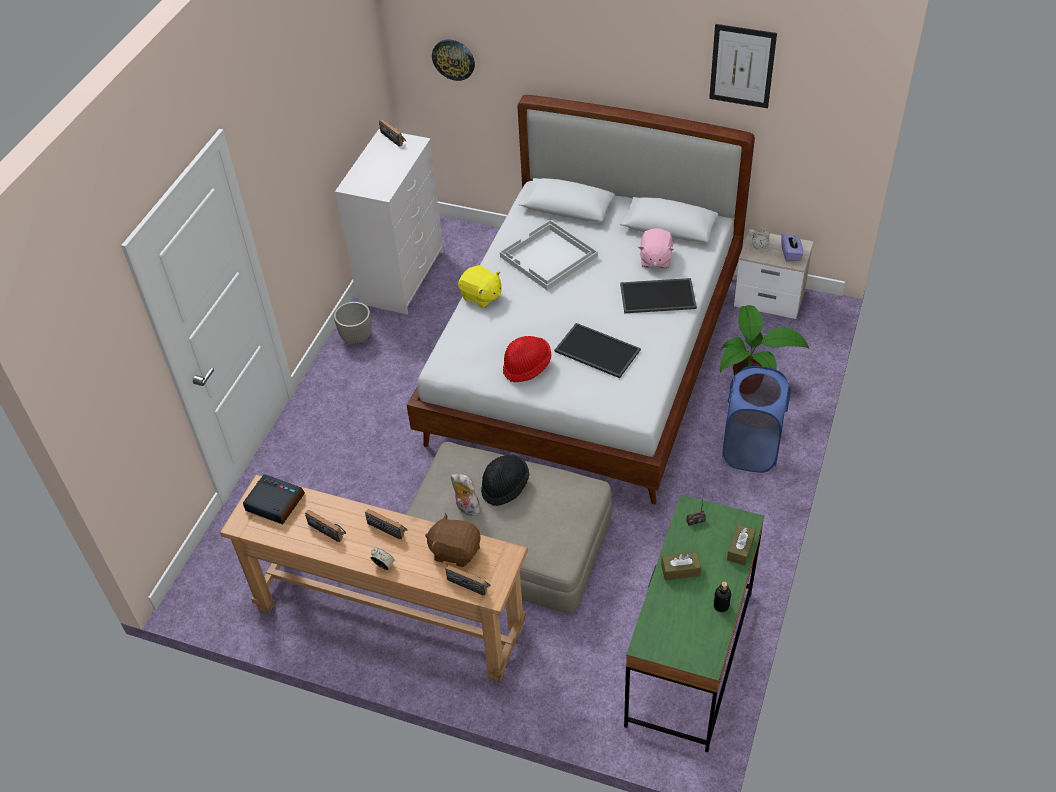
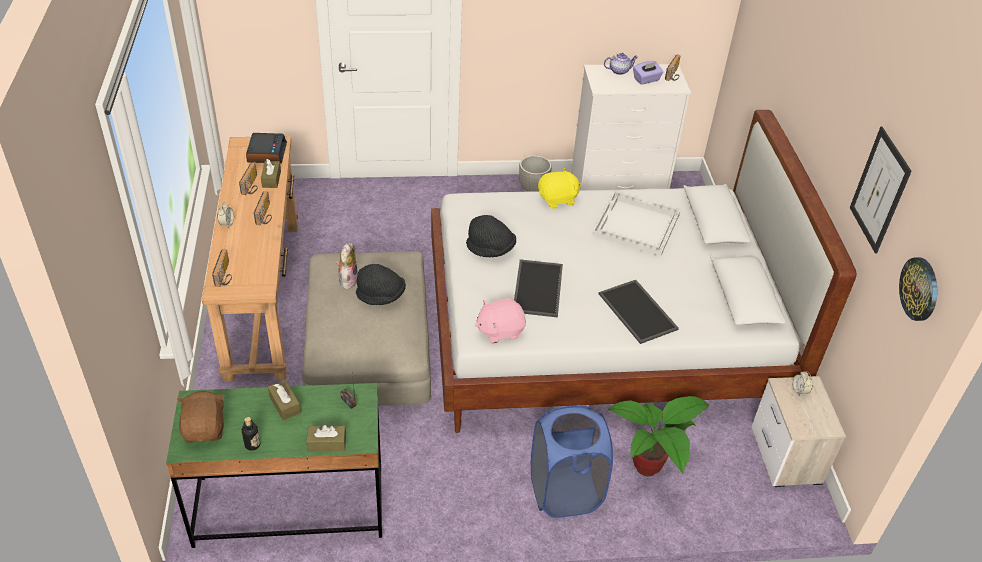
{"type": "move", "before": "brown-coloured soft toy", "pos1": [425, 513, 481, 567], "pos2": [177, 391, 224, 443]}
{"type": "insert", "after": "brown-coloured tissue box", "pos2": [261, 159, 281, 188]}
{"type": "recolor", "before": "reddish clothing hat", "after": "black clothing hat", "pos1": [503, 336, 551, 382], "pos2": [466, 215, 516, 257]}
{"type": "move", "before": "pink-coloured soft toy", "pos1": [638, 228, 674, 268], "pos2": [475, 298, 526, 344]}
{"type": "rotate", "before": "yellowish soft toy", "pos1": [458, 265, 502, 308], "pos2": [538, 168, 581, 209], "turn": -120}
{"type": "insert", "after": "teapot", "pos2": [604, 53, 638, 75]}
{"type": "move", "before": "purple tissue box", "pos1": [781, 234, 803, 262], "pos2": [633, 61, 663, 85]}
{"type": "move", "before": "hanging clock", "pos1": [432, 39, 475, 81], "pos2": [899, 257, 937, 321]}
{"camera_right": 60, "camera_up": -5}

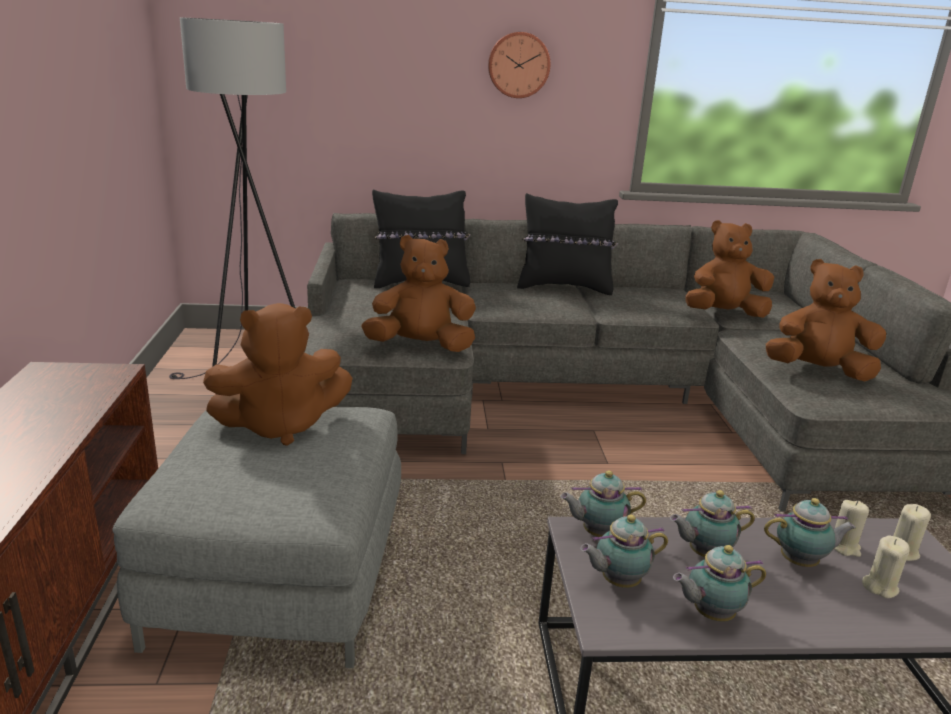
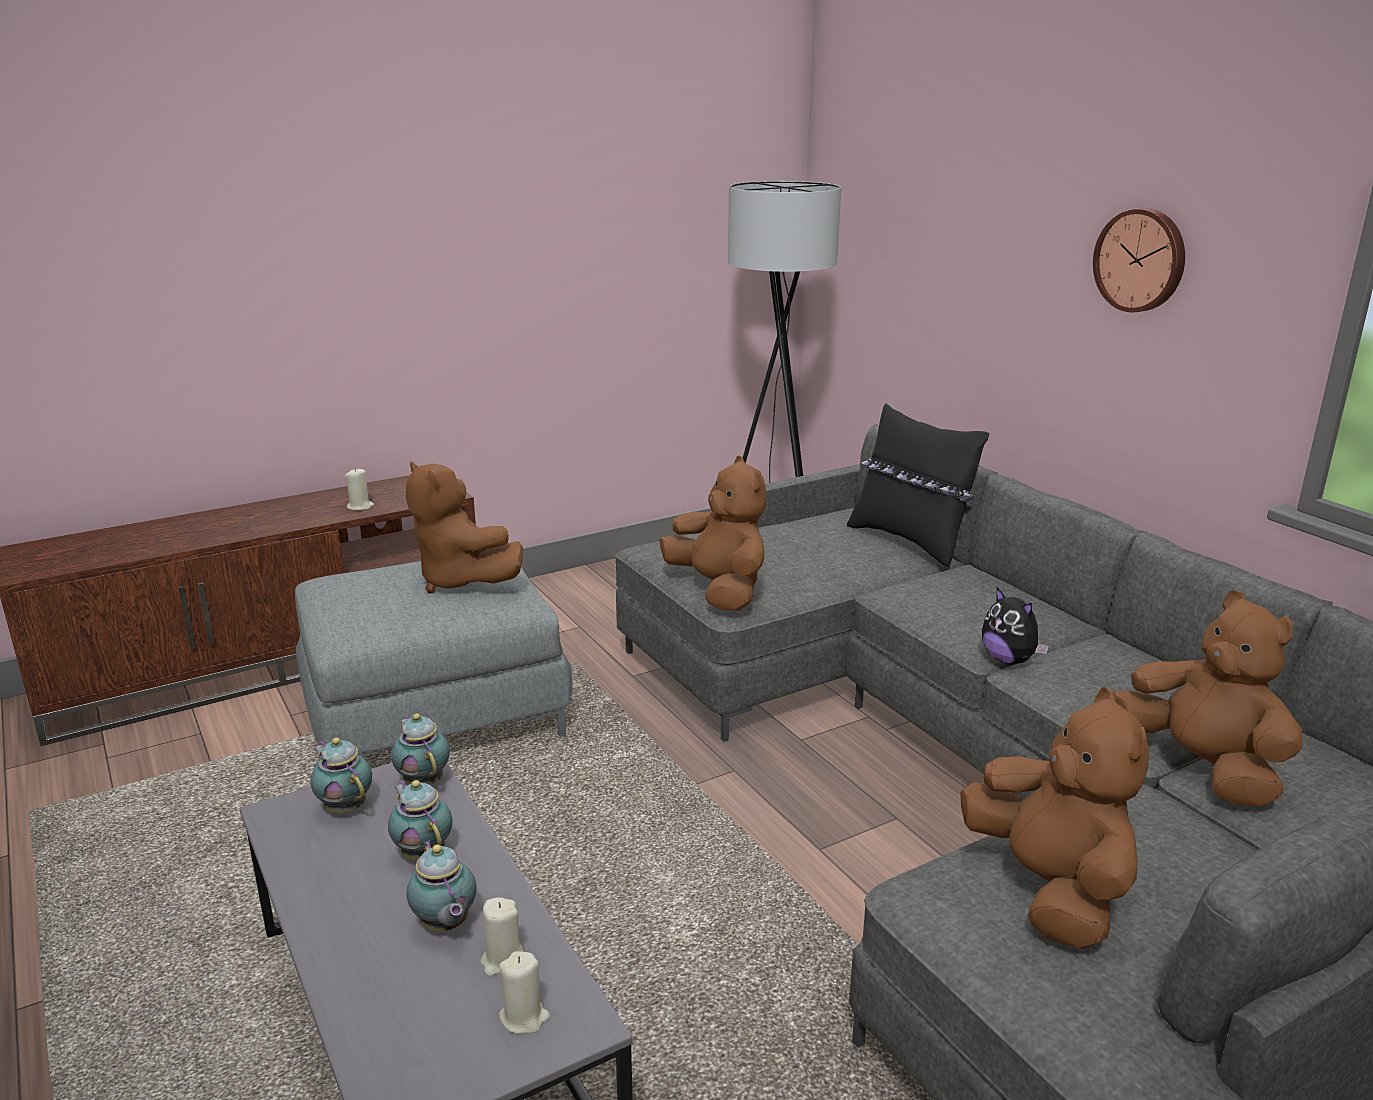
{"type": "move", "before": "beige wax candle", "pos1": [862, 536, 910, 598], "pos2": [345, 468, 374, 510]}
{"type": "insert", "after": "soft toy", "pos2": [982, 588, 1049, 665]}
{"type": "delete", "before": "black cushion", "pos1": [517, 193, 618, 295]}
{"type": "delete", "before": "teapot", "pos1": [673, 545, 766, 622]}
{"camera_right": 65, "camera_up": 0}

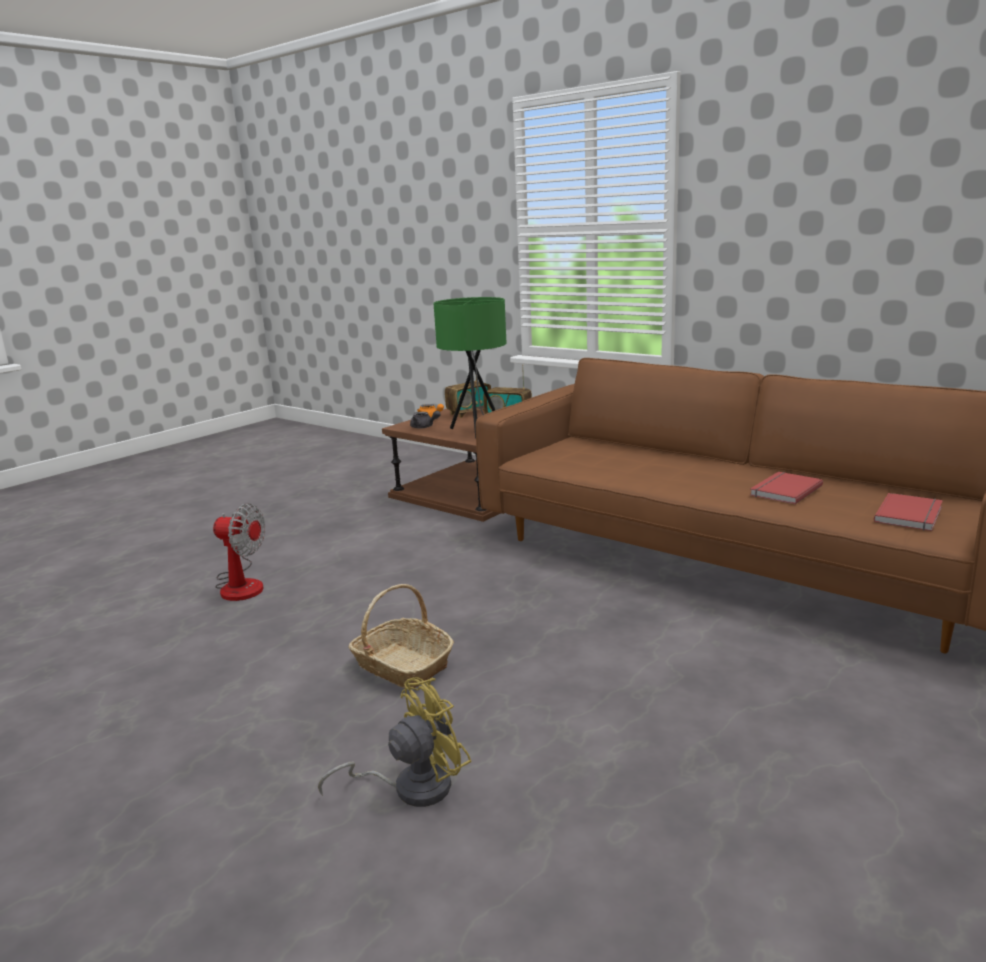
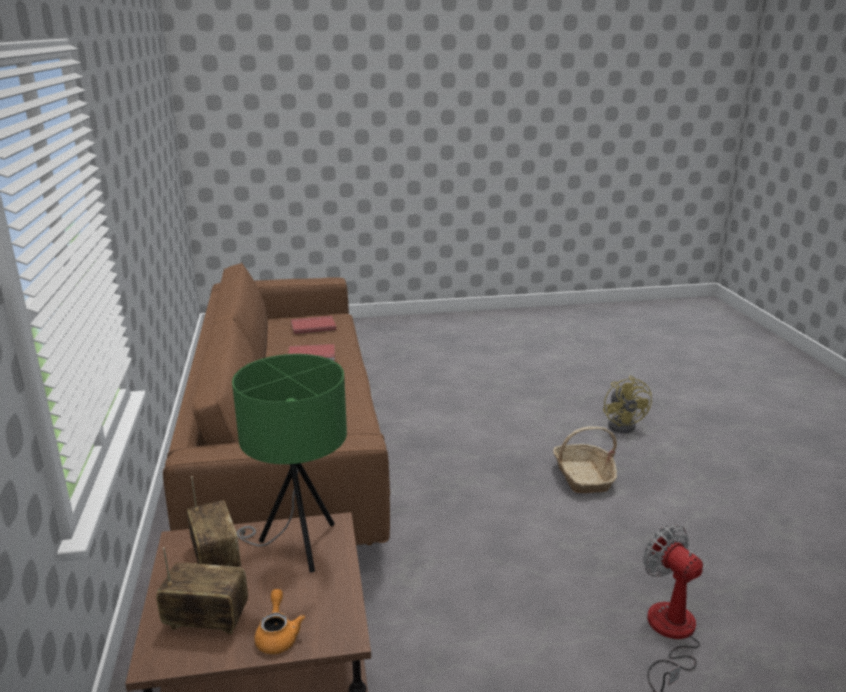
{"type": "rotate", "before": "yellowish fan", "pos1": [318, 677, 471, 807], "pos2": [603, 376, 652, 433], "turn": -105}
{"type": "delete", "before": "grey teapot", "pos1": [410, 411, 441, 429]}
{"camera_right": -140, "camera_up": 5}

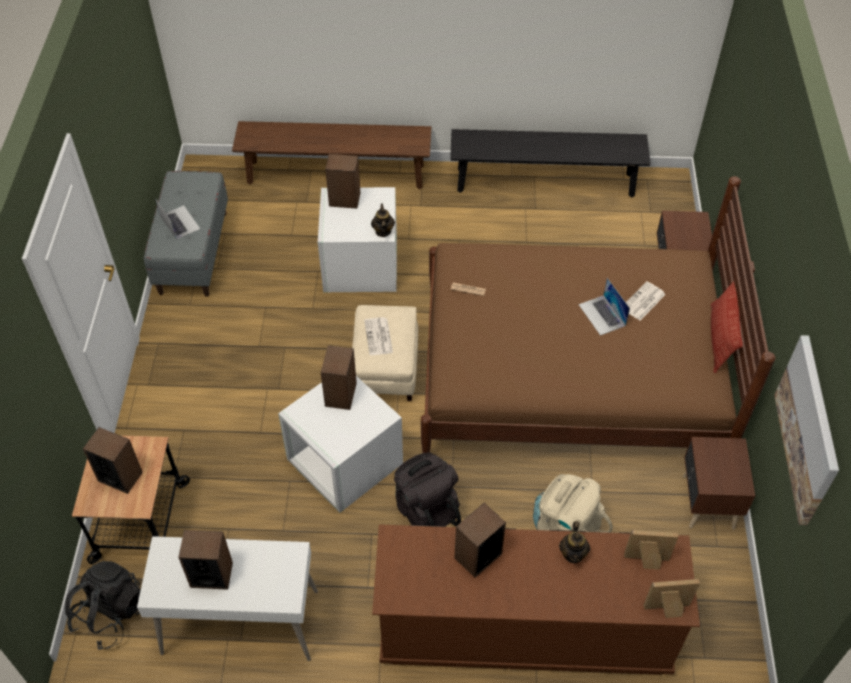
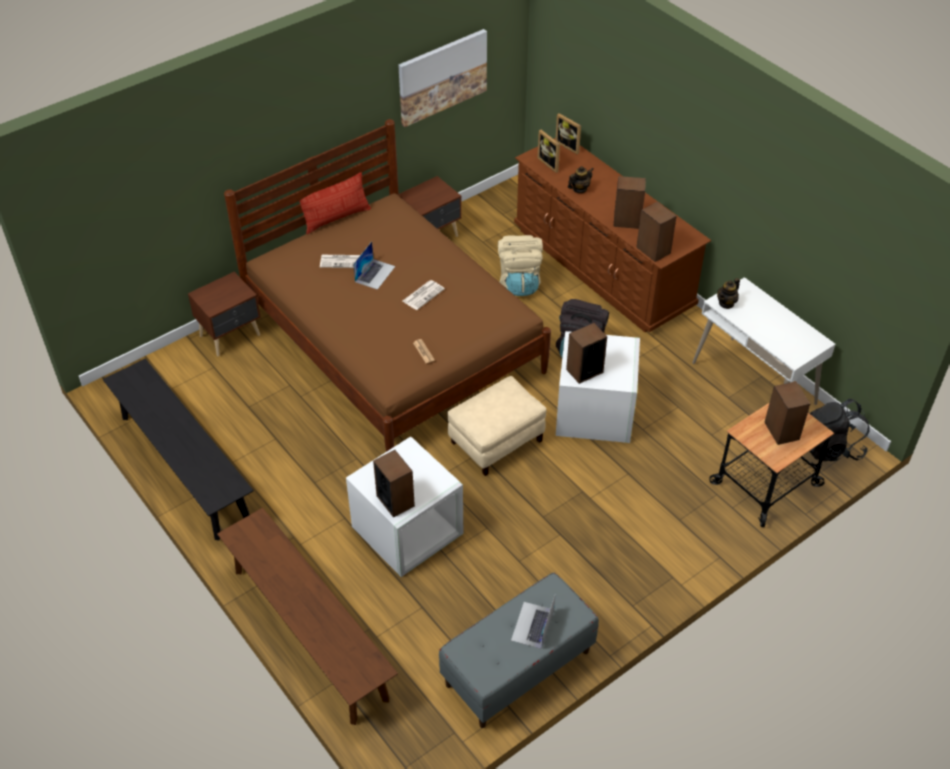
{"type": "move", "before": "daily paper", "pos1": [364, 317, 393, 355], "pos2": [403, 280, 445, 310]}
{"type": "move", "before": "speaker", "pos1": [178, 530, 233, 590], "pos2": [636, 202, 676, 262]}
{"type": "move", "before": "teapot", "pos1": [371, 204, 395, 237], "pos2": [717, 278, 740, 309]}
{"camera_right": -130, "camera_up": -5}

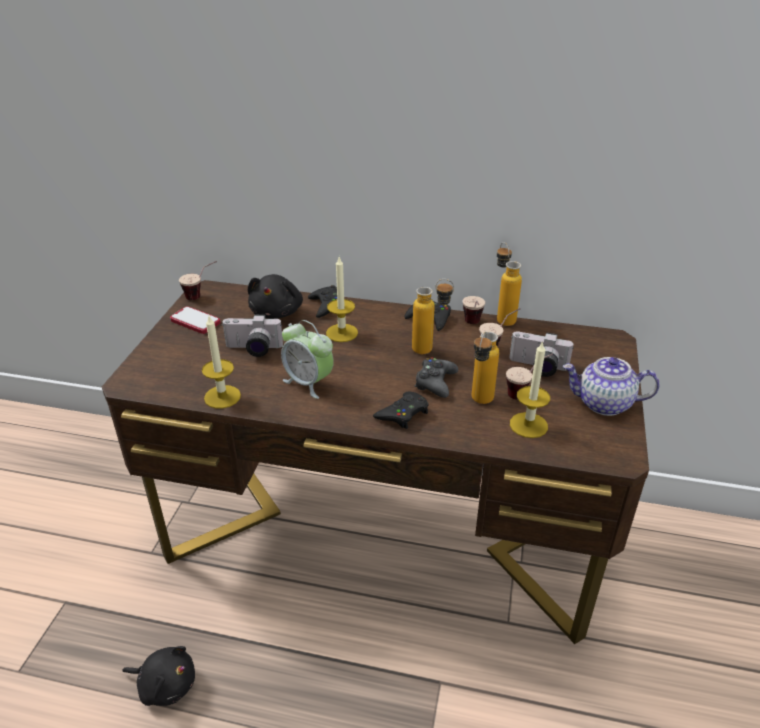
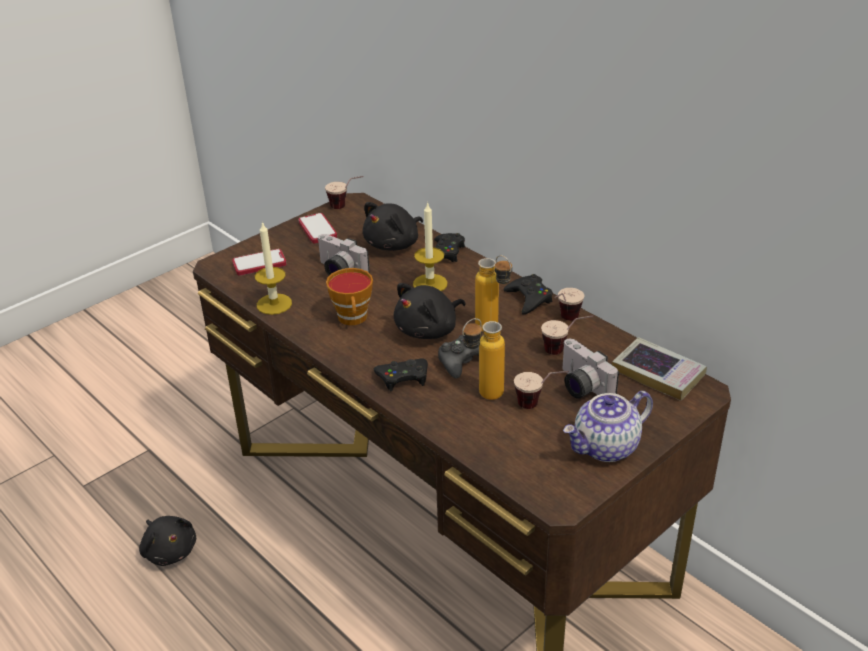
{"type": "insert", "after": "telephone", "pos2": [232, 249, 287, 276]}
{"type": "replace", "before": "alarm clock", "after": "drinking cup", "pos1": [281, 320, 334, 399], "pos2": [326, 268, 373, 325]}
{"type": "insert", "after": "black soft toy", "pos2": [394, 283, 466, 339]}
{"type": "rotate", "before": "teapot", "pos1": [563, 357, 660, 416], "pos2": [563, 391, 653, 462], "turn": -75}
{"type": "insert", "after": "bound book", "pos2": [612, 337, 707, 401]}
{"type": "delete", "before": "beverage bottle", "pos1": [497, 242, 522, 326]}
{"type": "delete", "before": "wax candle", "pos1": [510, 341, 550, 438]}
{"camera_right": 35, "camera_up": 0}

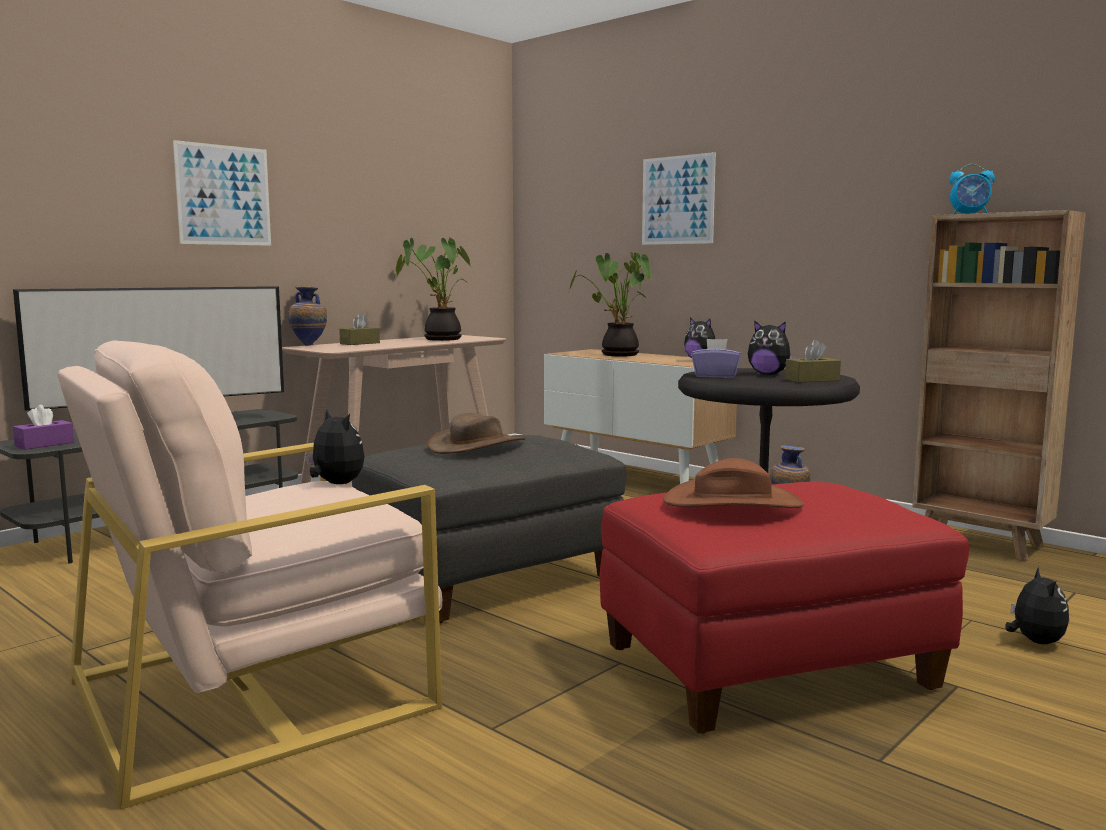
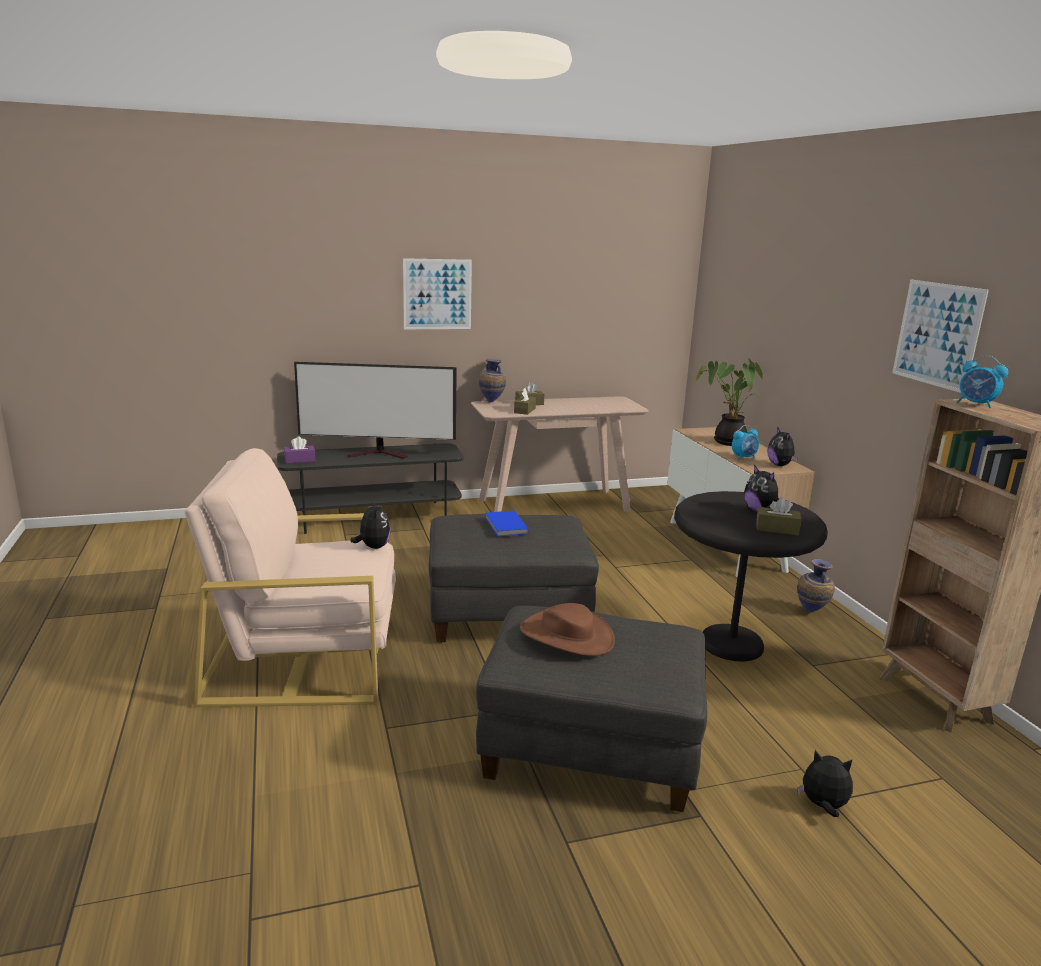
{"type": "recolor", "before": "reddish footrest", "after": "grey footrest", "pos1": [599, 481, 969, 734], "pos2": [476, 606, 707, 812]}
{"type": "replace", "before": "brown-coloured clothing hat", "after": "blue bound book", "pos1": [427, 413, 525, 454], "pos2": [485, 511, 529, 537]}
{"type": "insert", "after": "brown-coloured tissue box", "pos2": [514, 388, 536, 415]}
{"type": "insert", "after": "alarm clock", "pos2": [732, 425, 759, 460]}
{"type": "rotate", "before": "soft toy", "pos1": [1005, 567, 1069, 644], "pos2": [798, 750, 853, 817], "turn": -105}
{"type": "move", "before": "wall picture", "pos1": [642, 152, 716, 245], "pos2": [892, 280, 989, 393]}
{"type": "delete", "before": "plant in a pot", "pos1": [396, 237, 470, 341]}
{"type": "delete", "before": "purple tissue box", "pos1": [691, 339, 741, 378]}
{"camera_right": 30, "camera_up": 10}

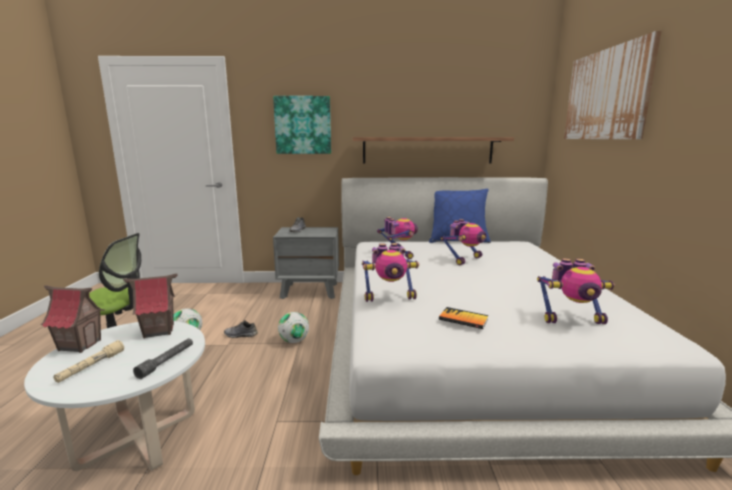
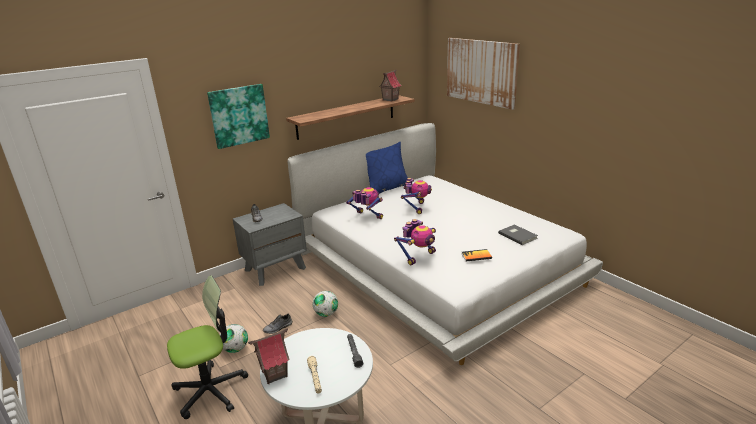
{"type": "move", "before": "miniature house", "pos1": [123, 274, 178, 338], "pos2": [379, 70, 401, 102]}
{"type": "replace", "before": "robot figure", "after": "grey bound book", "pos1": [537, 258, 615, 324], "pos2": [498, 225, 538, 245]}
{"camera_right": -35, "camera_up": 10}

